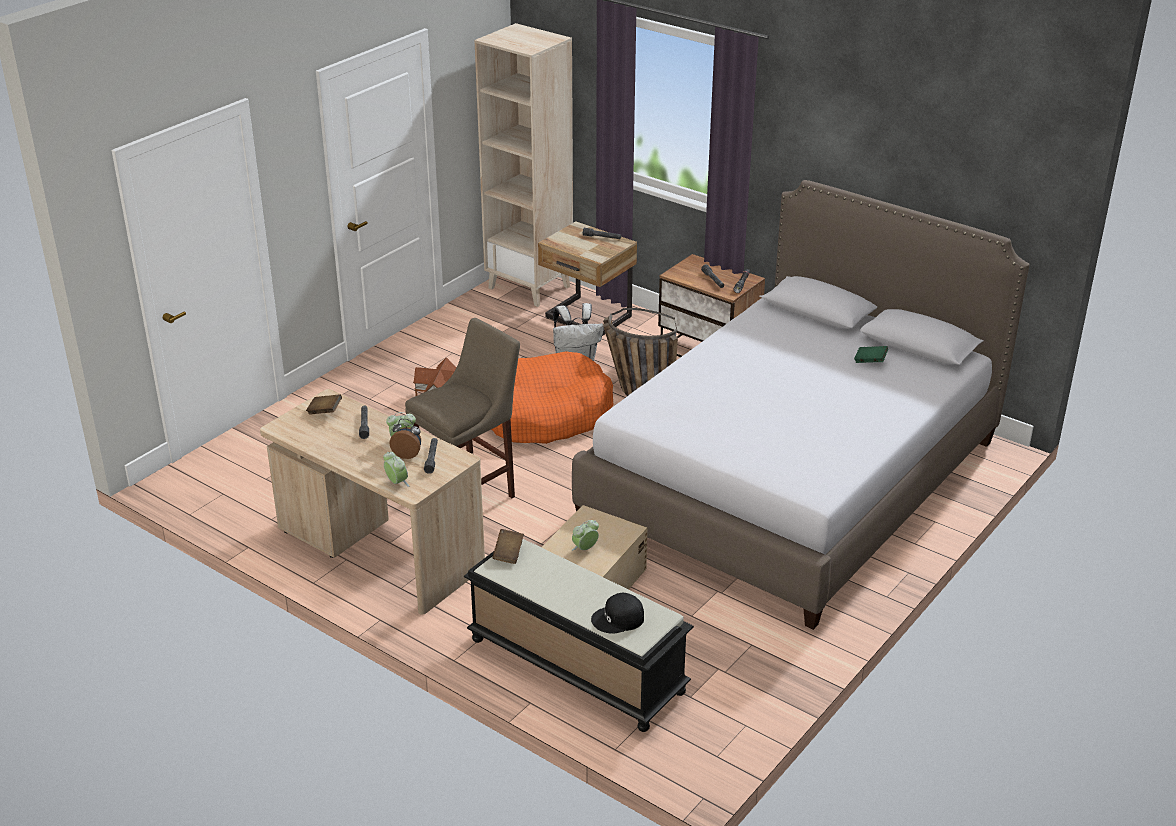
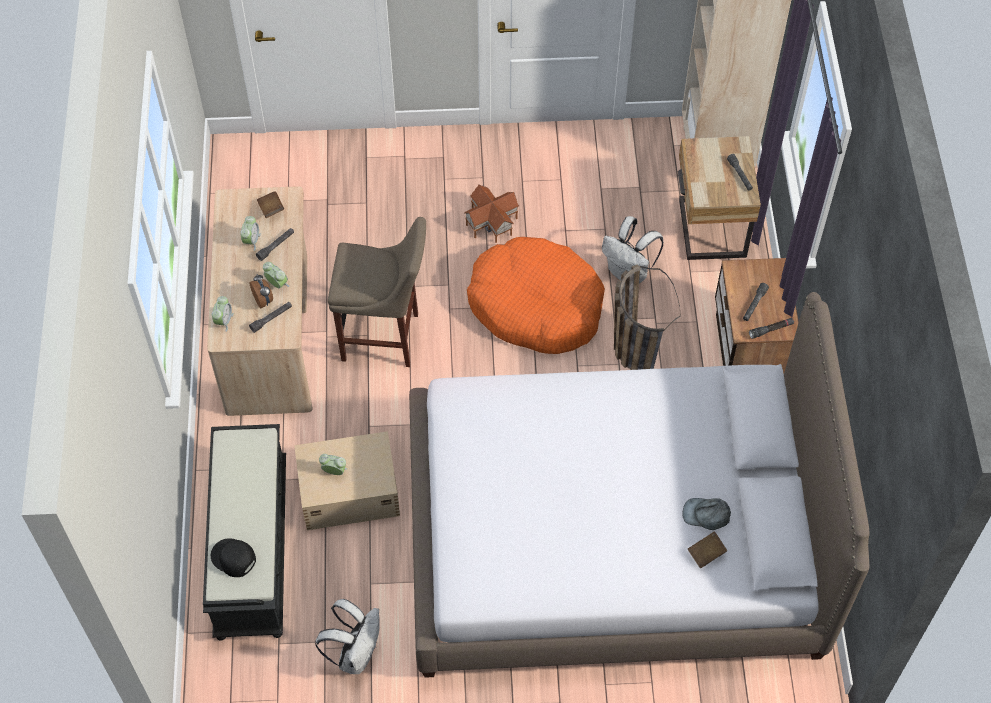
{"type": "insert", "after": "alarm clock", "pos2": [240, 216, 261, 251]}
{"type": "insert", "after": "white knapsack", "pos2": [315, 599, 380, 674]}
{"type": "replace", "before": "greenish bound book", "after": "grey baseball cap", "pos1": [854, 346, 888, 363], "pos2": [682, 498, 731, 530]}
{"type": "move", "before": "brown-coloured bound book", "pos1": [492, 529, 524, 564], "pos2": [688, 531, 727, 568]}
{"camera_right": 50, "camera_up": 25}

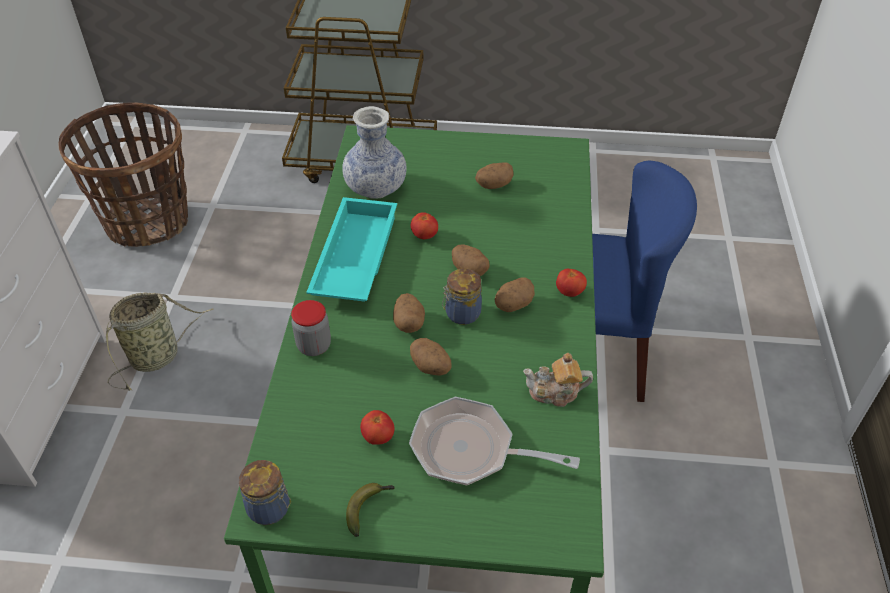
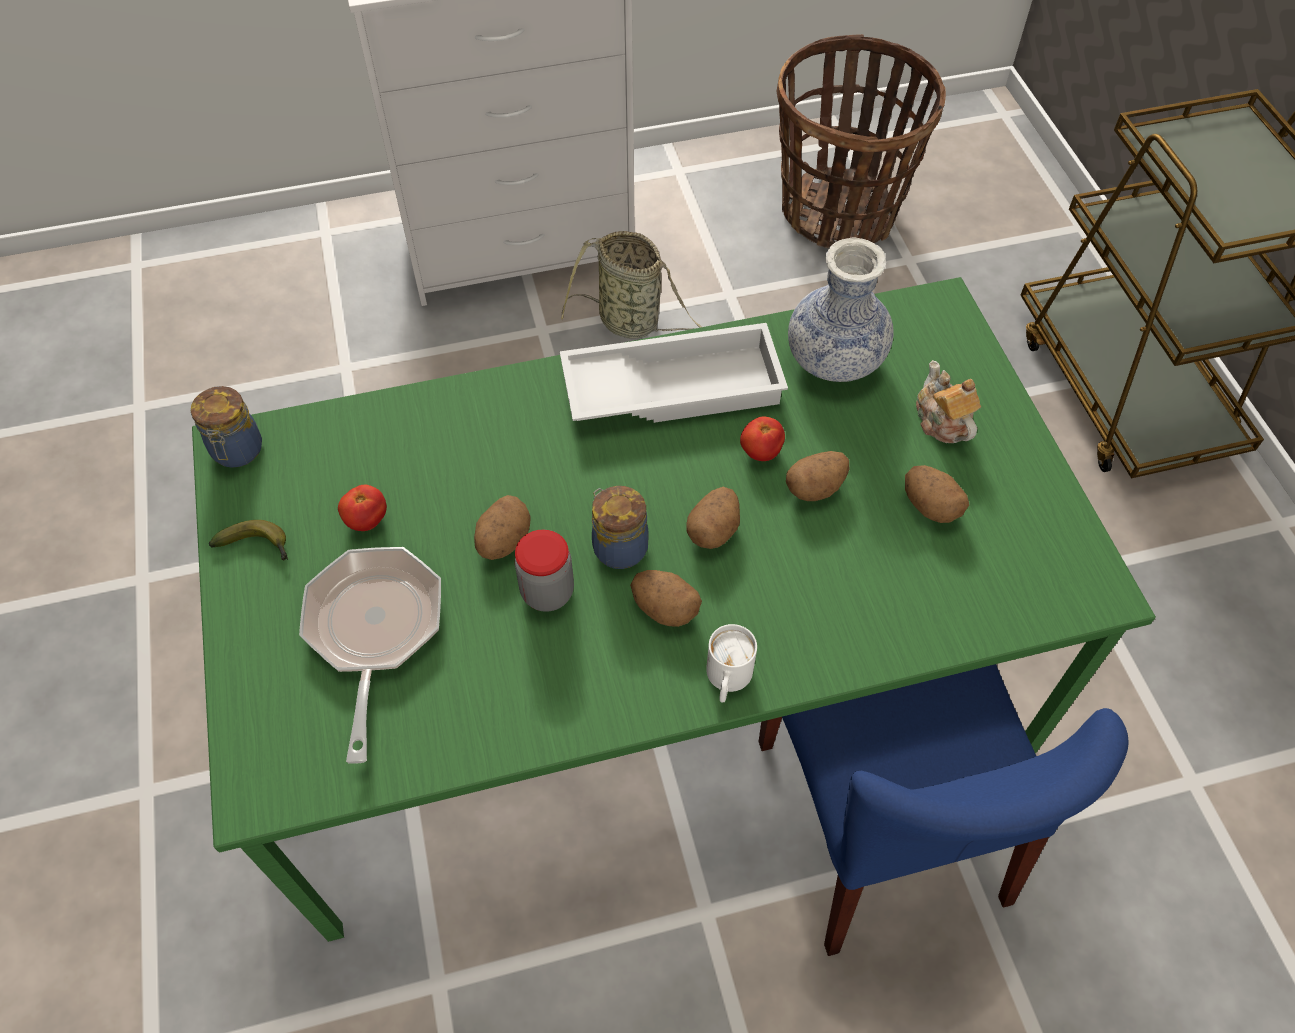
{"type": "move", "before": "preserve jar", "pos1": [291, 300, 331, 356], "pos2": [515, 530, 574, 612]}
{"type": "recolor", "before": "turquoise-coloured carrying tray", "after": "white carrying tray", "pos1": [306, 197, 397, 302], "pos2": [560, 323, 788, 423]}
{"type": "replace", "before": "whole tomato", "after": "white mug", "pos1": [556, 269, 587, 297], "pos2": [706, 624, 757, 703]}
{"type": "move", "before": "whole potato", "pos1": [393, 293, 425, 333], "pos2": [786, 451, 849, 501]}
{"type": "move", "before": "teapot", "pos1": [523, 353, 593, 407], "pos2": [916, 360, 981, 443]}
{"camera_right": 70, "camera_up": 10}

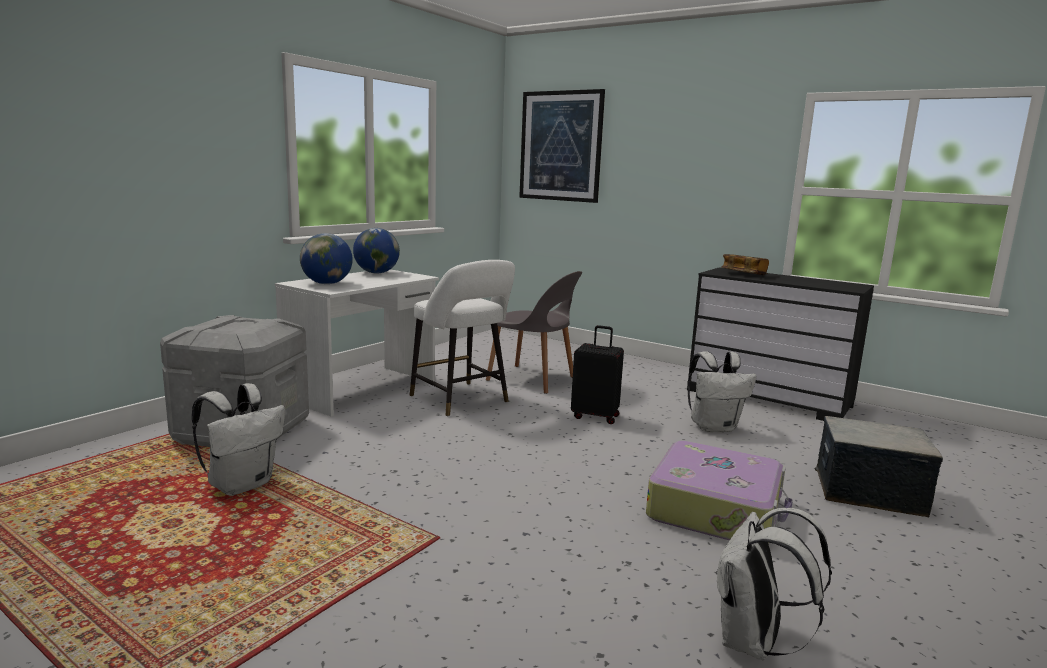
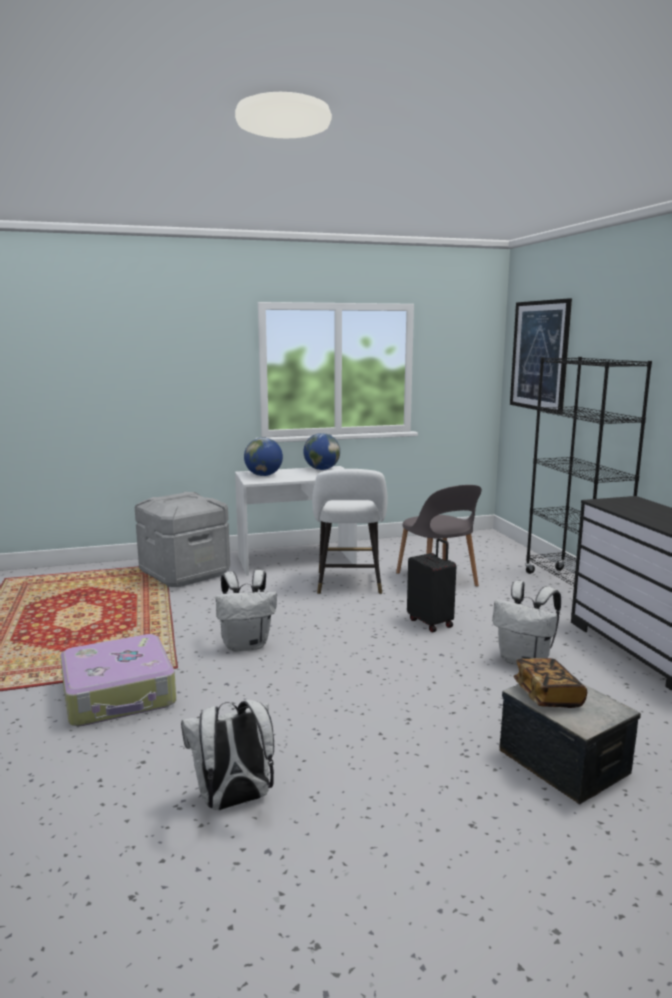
{"type": "move", "before": "suitcase", "pos1": [646, 441, 793, 541], "pos2": [60, 634, 176, 726]}
{"type": "move", "before": "white knapsack", "pos1": [192, 383, 285, 496], "pos2": [216, 570, 277, 652]}
{"type": "move", "before": "bound book", "pos1": [721, 254, 769, 275], "pos2": [513, 658, 587, 708]}
{"type": "insert", "after": "black shelving unit", "pos2": [525, 357, 652, 586]}
{"camera_right": 40, "camera_up": 0}

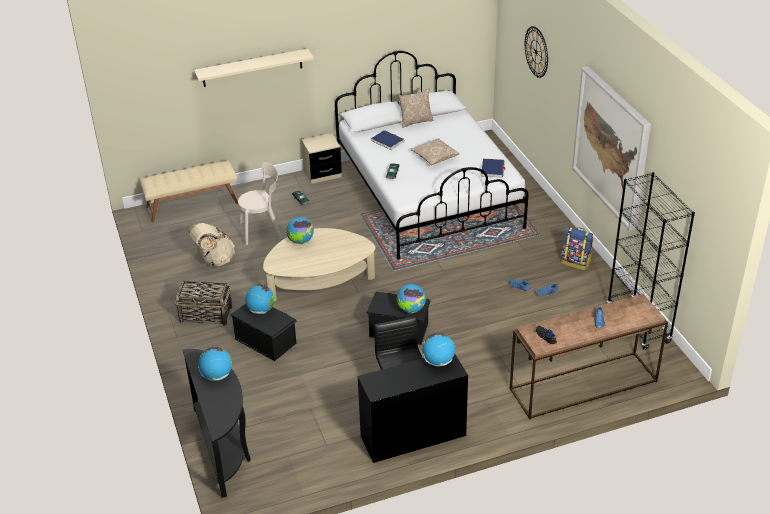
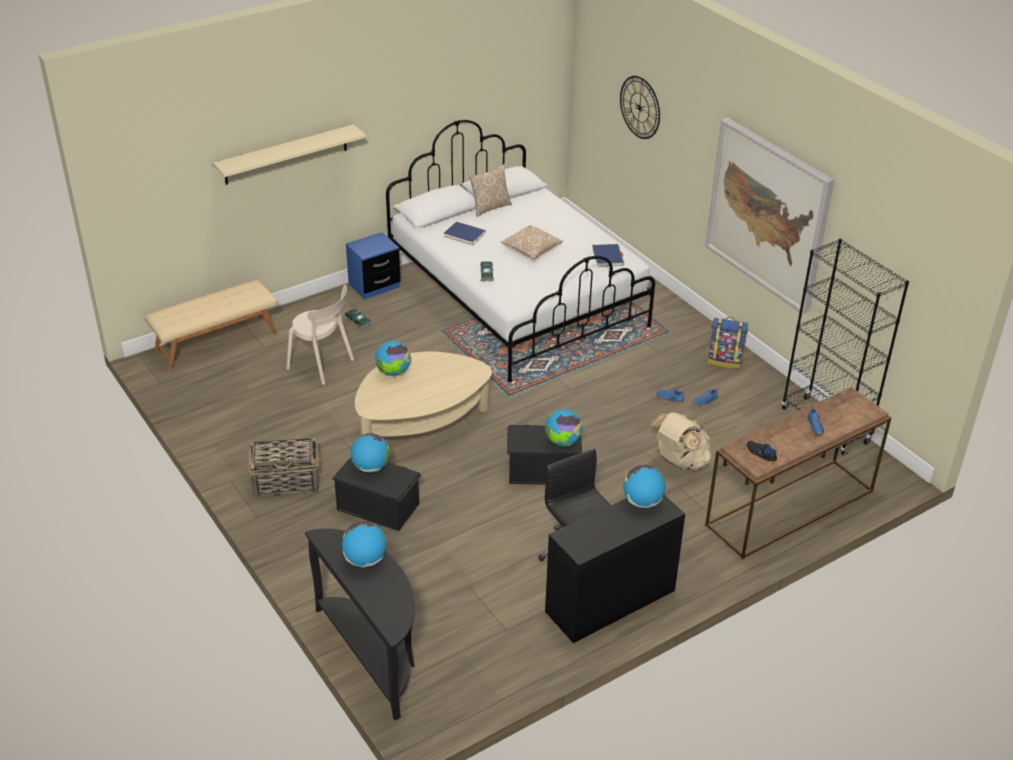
{"type": "rotate", "before": "beige upright chair", "pos1": [238, 162, 282, 245], "pos2": [286, 285, 354, 385], "turn": 60}
{"type": "recolor", "before": "beige nightstand", "after": "blue nightstand", "pos1": [301, 133, 342, 184], "pos2": [346, 232, 401, 299]}
{"type": "move", "before": "beige knapsack", "pos1": [188, 223, 235, 267], "pos2": [651, 412, 711, 470]}
{"camera_right": -15, "camera_up": 0}

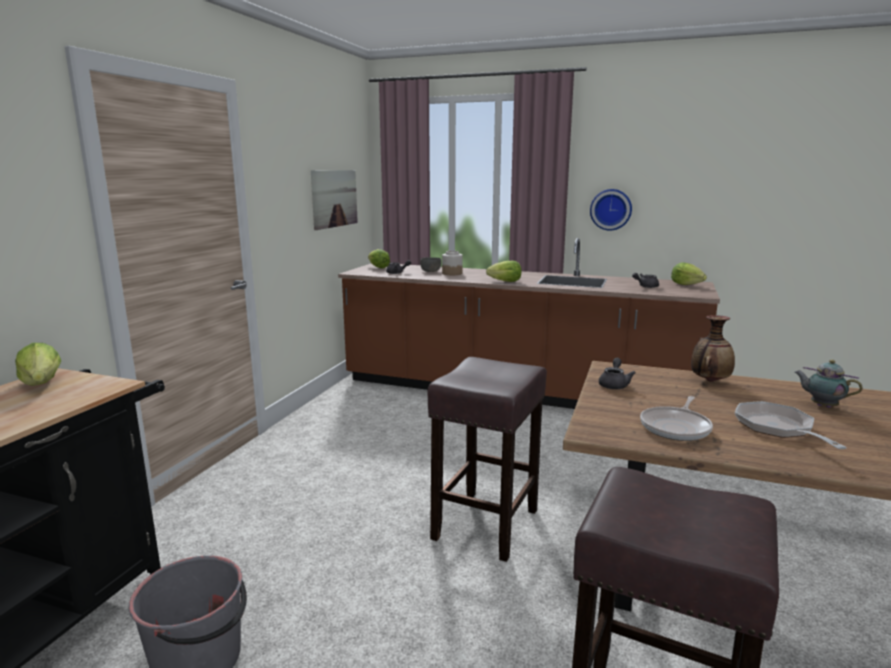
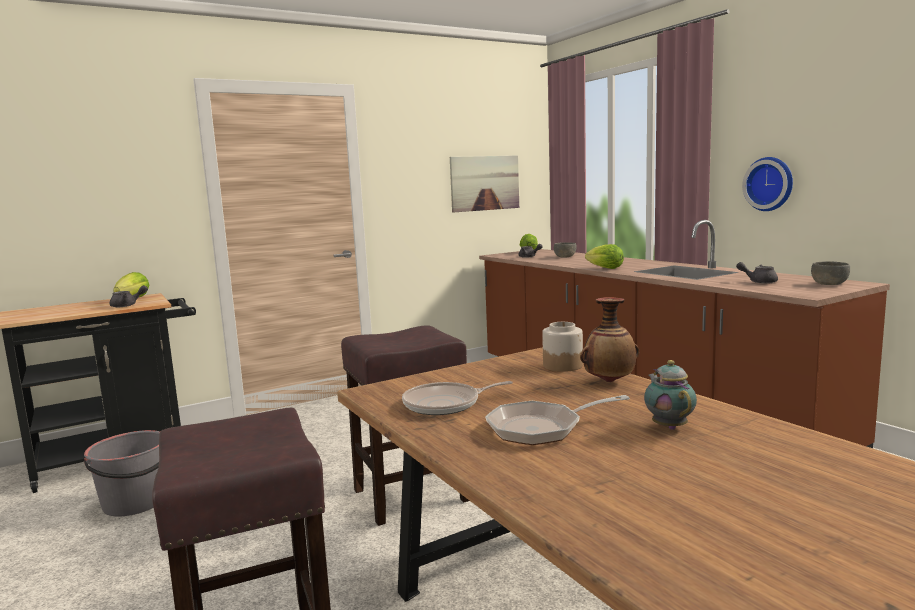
{"type": "move", "before": "grey teapot", "pos1": [599, 358, 636, 389], "pos2": [110, 285, 148, 307]}
{"type": "rotate", "before": "skillet", "pos1": [735, 401, 847, 449], "pos2": [485, 395, 630, 445], "turn": -135}
{"type": "move", "before": "preserve jar", "pos1": [442, 251, 463, 275], "pos2": [542, 322, 583, 372]}
{"type": "replace", "before": "lettuce", "after": "grey serving bowl", "pos1": [671, 262, 707, 285], "pos2": [811, 261, 850, 285]}
{"camera_right": 40, "camera_up": -5}

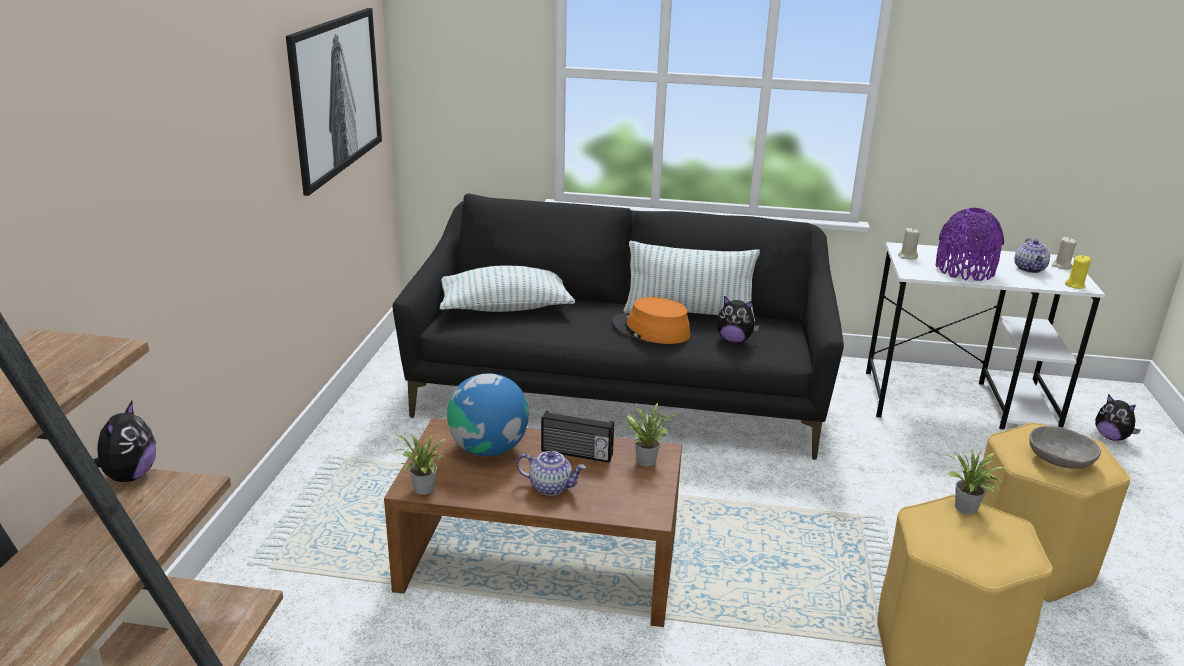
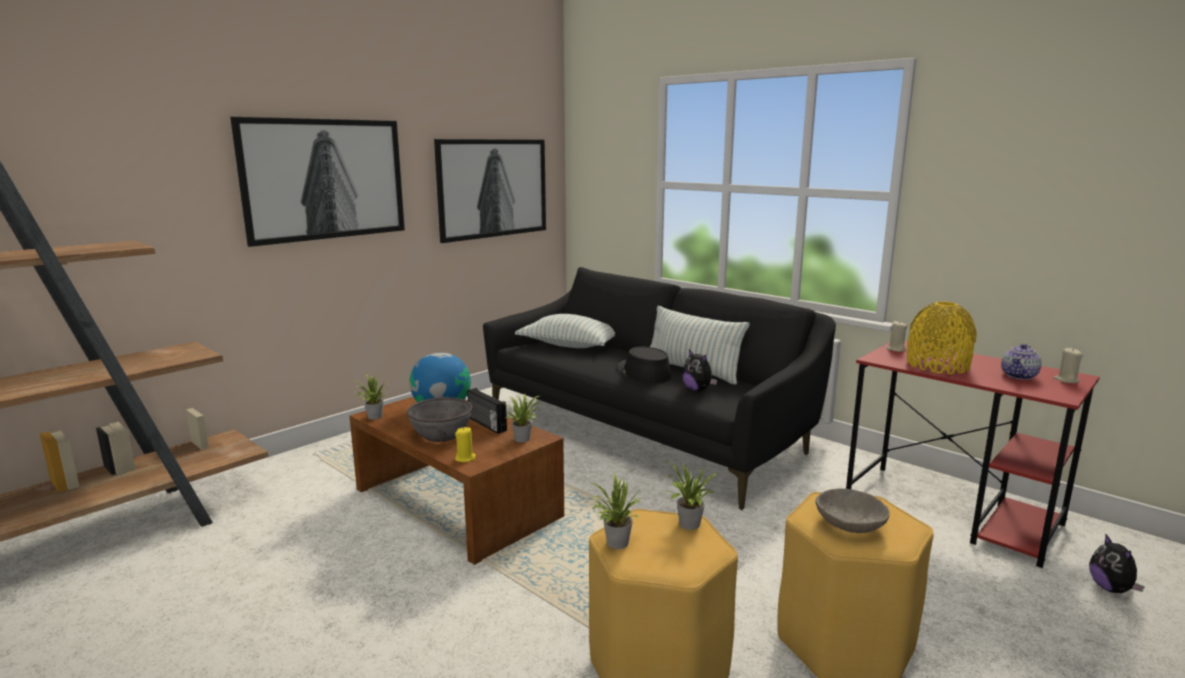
{"type": "insert", "after": "wall picture", "pos2": [230, 117, 405, 247]}
{"type": "replace", "before": "teapot", "after": "grey serving bowl", "pos1": [516, 451, 586, 496], "pos2": [407, 397, 472, 442]}
{"type": "move", "before": "yellowish wax candle", "pos1": [1065, 255, 1091, 289], "pos2": [455, 427, 476, 462]}
{"type": "insert", "after": "plant in a pot", "pos2": [589, 473, 641, 549]}
{"type": "recolor", "before": "orange clothing hat", "after": "black clothing hat", "pos1": [612, 297, 690, 344], "pos2": [617, 347, 671, 383]}
{"type": "recolor", "before": "white desk unit", "after": "reddish desk unit", "pos1": [866, 242, 1105, 430], "pos2": [846, 341, 1100, 568]}
{"type": "recolor", "before": "purple flower vase", "after": "yellowish flower vase", "pos1": [935, 208, 1004, 281], "pos2": [907, 301, 977, 374]}
{"type": "delete", "before": "soft toy", "pos1": [93, 401, 156, 482]}
{"camera_right": 35, "camera_up": -10}

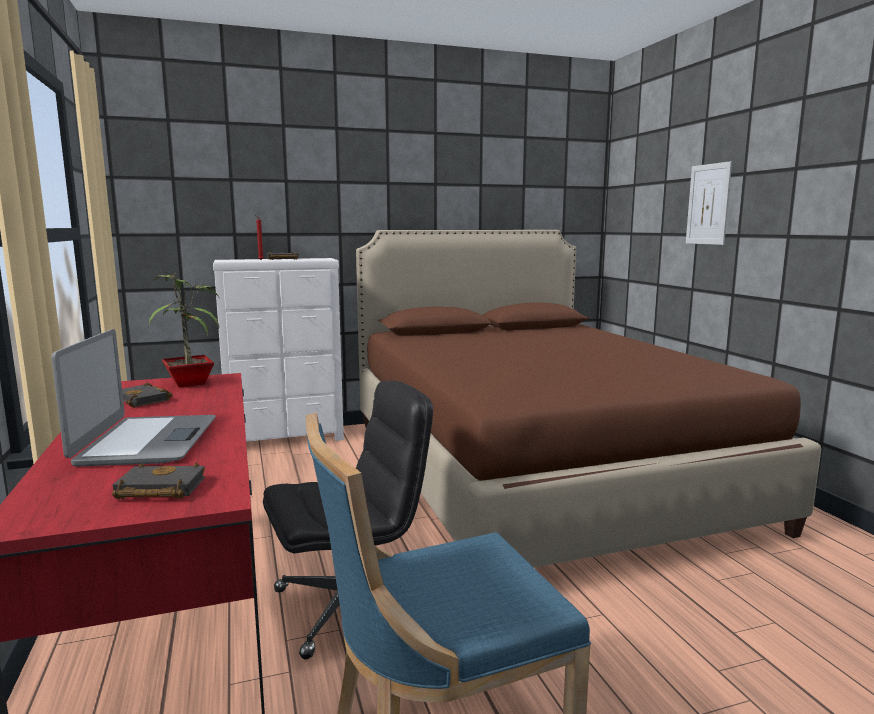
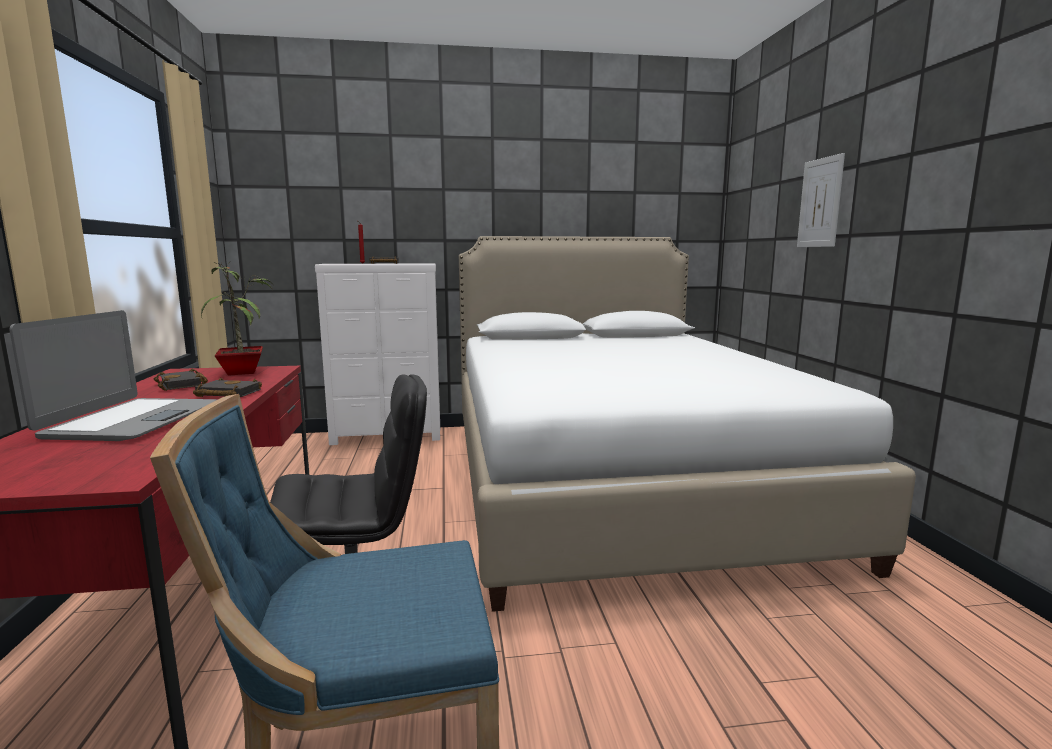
{"type": "move", "before": "black bound book", "pos1": [112, 463, 205, 499], "pos2": [193, 378, 262, 397]}
{"type": "recolor", "before": "brown-coloured bed", "after": "white bed", "pos1": [356, 230, 821, 568], "pos2": [459, 236, 916, 612]}
{"camera_right": 10, "camera_up": 0}

